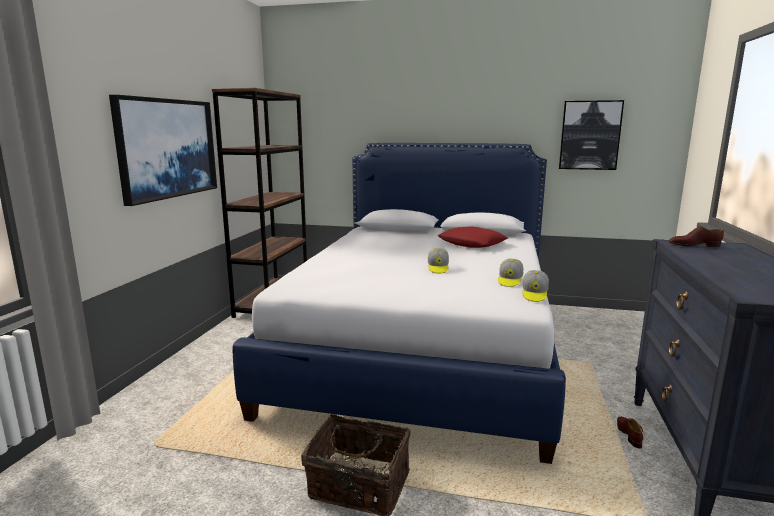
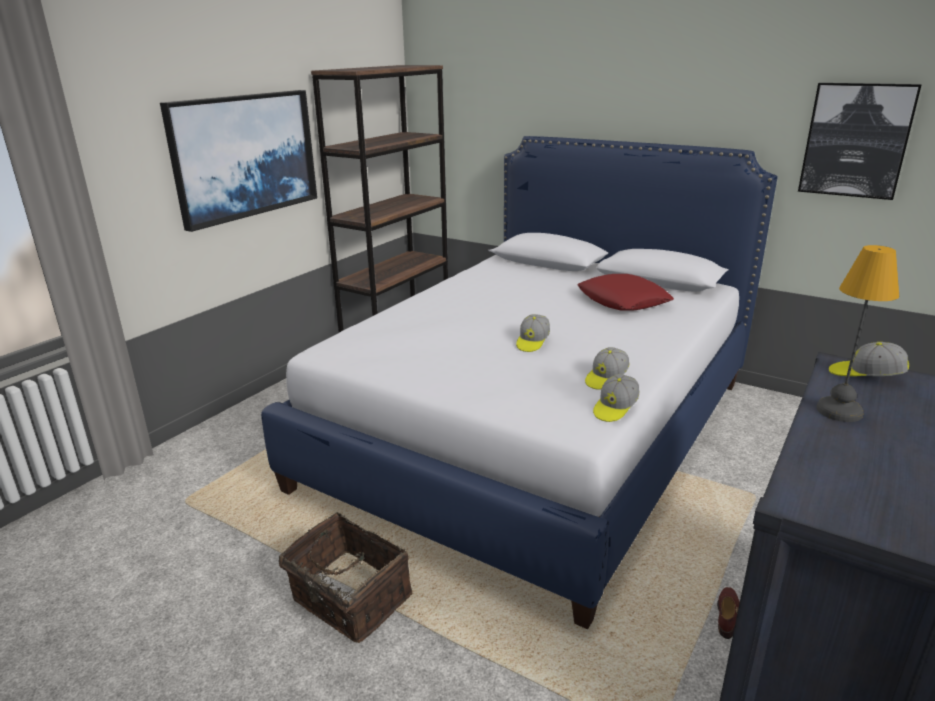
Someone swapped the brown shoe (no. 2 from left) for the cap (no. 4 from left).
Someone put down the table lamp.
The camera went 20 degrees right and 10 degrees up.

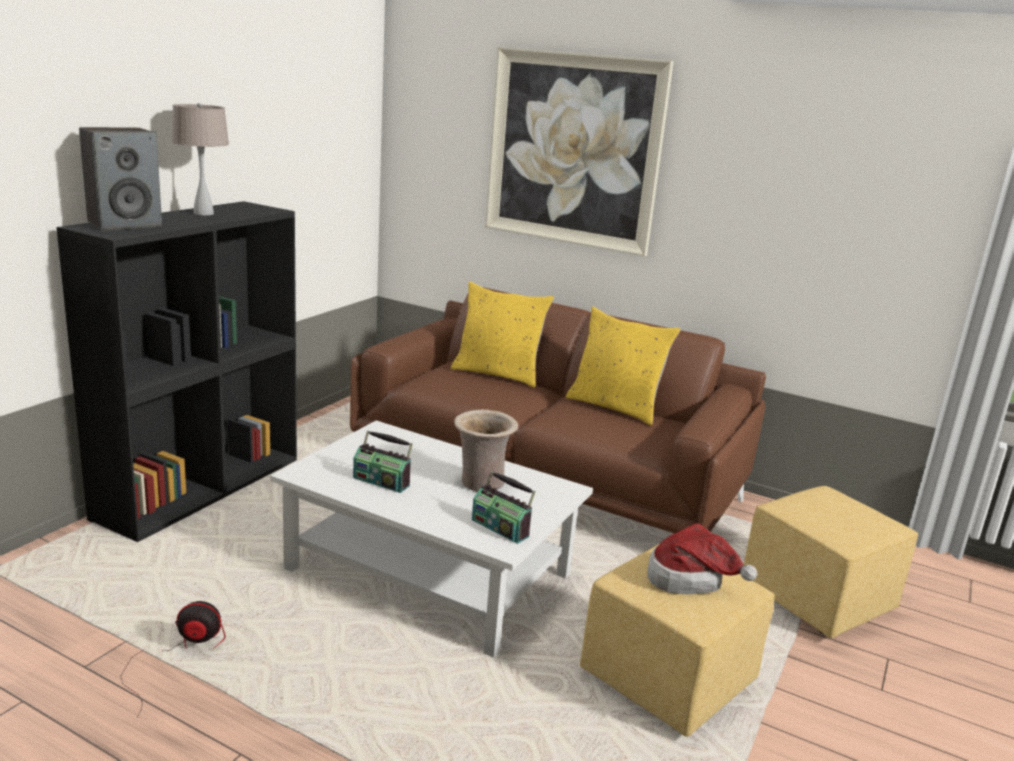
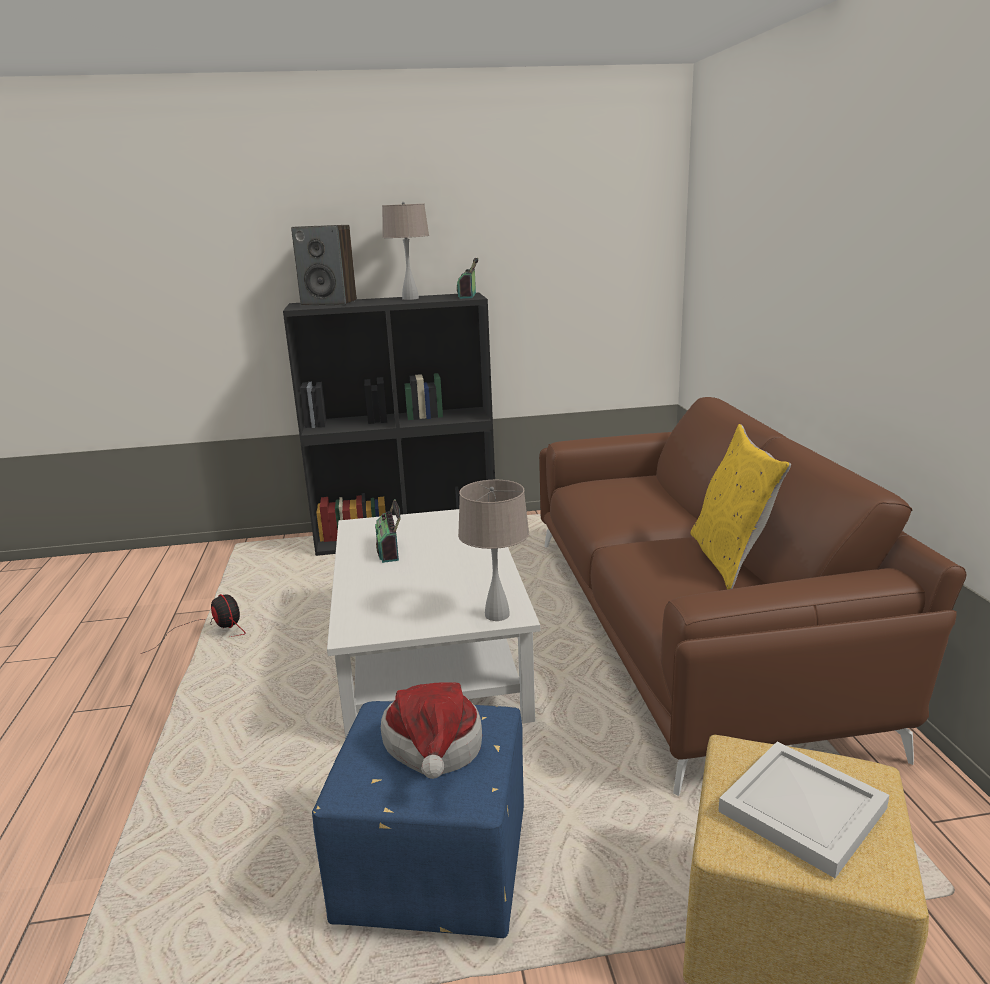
Someone took away the yellow pillow (no. 1 from left).
Someone took away the beige vase.
Someone carried the radio (no. 2 from left).
Someone took away the picture.
Someone repainted the yellow ottoman (no. 1 from left), which became the blue ottoman.
Someone put down the beige table lamp (no. 2 from left).
Someone put down the white tray.
The camera went 55 degrees right and 0 degrees up.

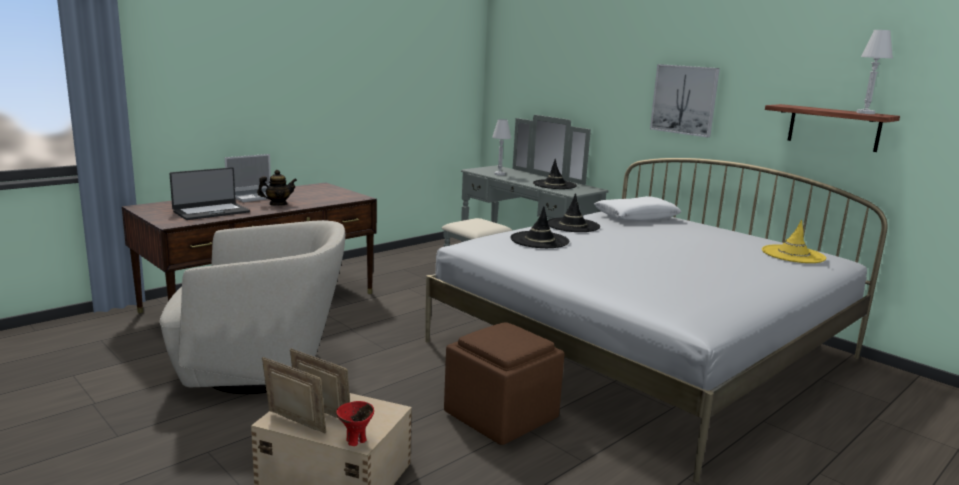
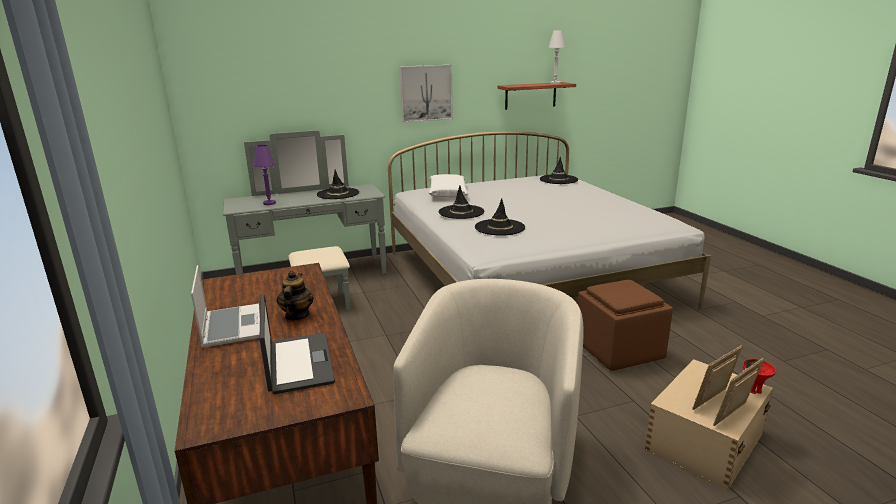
Someone repainted the white table lamp (no. 1 from left), which became the purple table lamp.
Someone repainted the yellow hat, which became the black hat (no. 4 from left).
The camera went 65 degrees left and 5 degrees up.

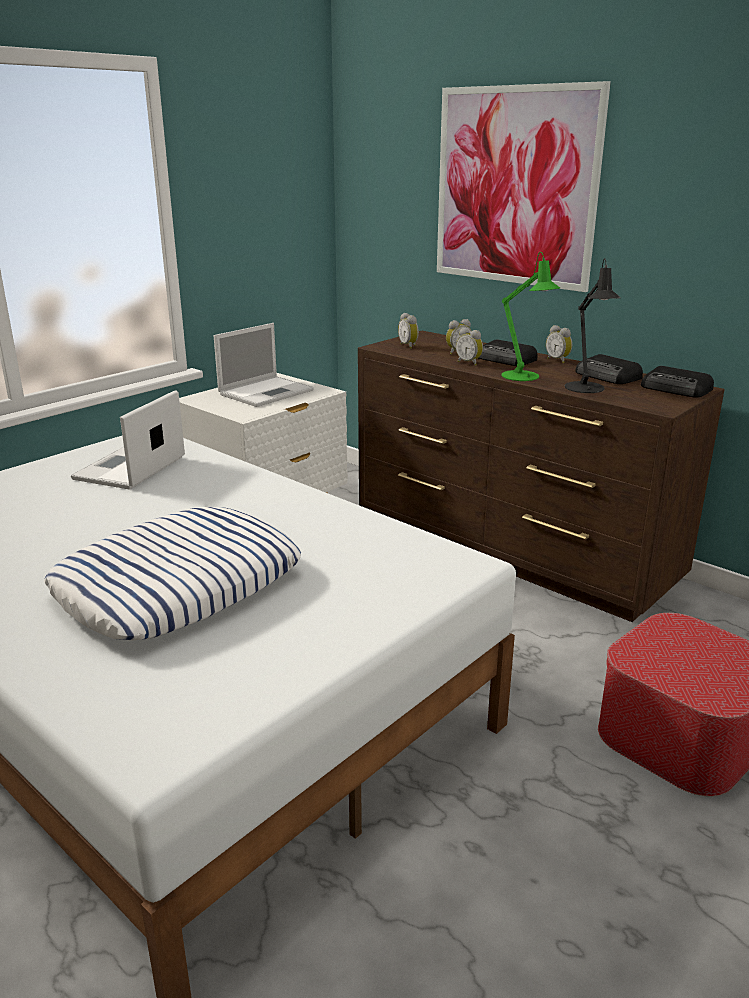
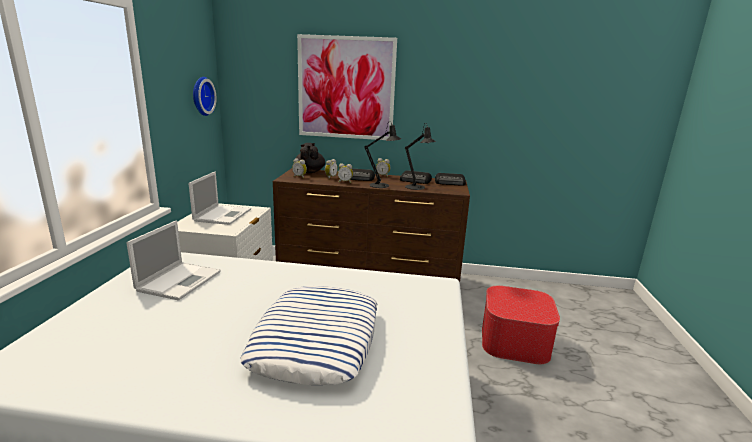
Someone rotated the laptop (no. 1 from left) by 150 degrees counterclockwise.
Someone repainted the green table lamp, which became the black table lamp (no. 1 from left).
Someone put up the wall clock.
Someone put down the black teapot.
The camera went 35 degrees left and 5 degrees down.

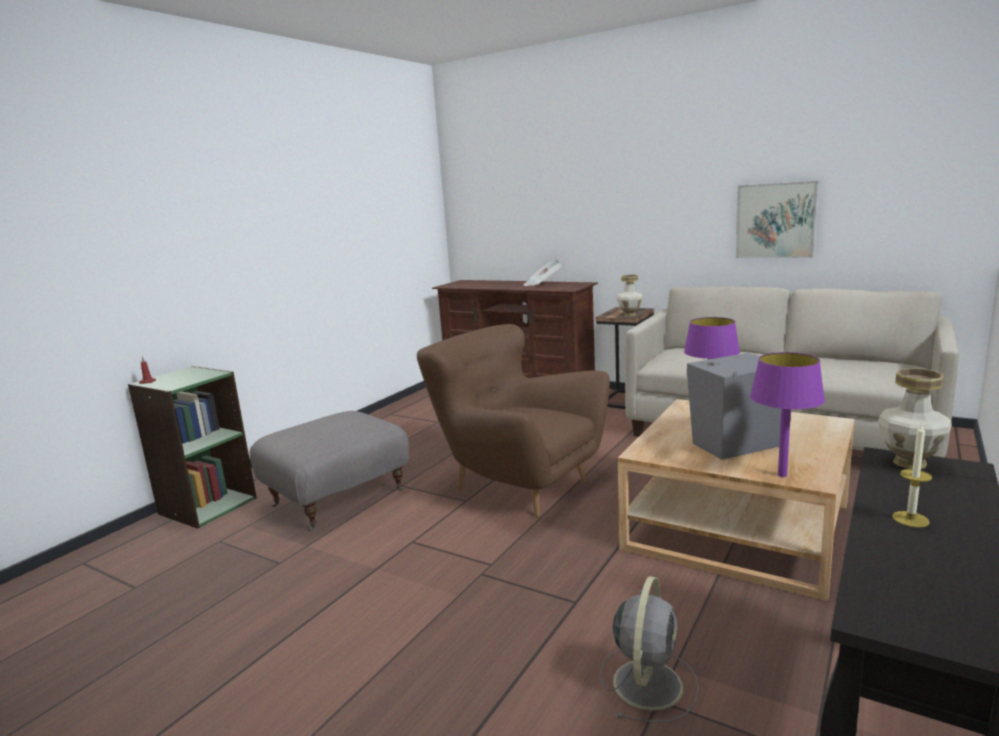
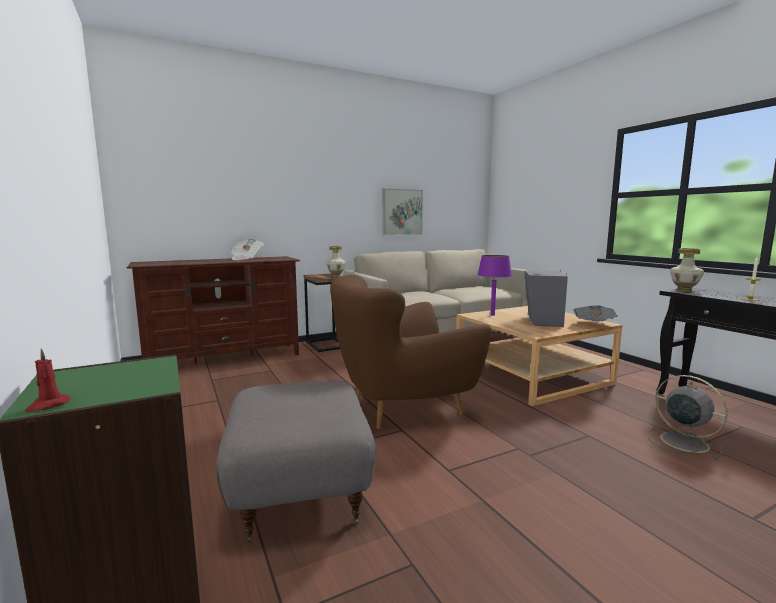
Someone swapped the purple table lamp (no. 2 from left) for the newspaper (no. 2 from left).
The camera went 60 degrees left and 5 degrees down.

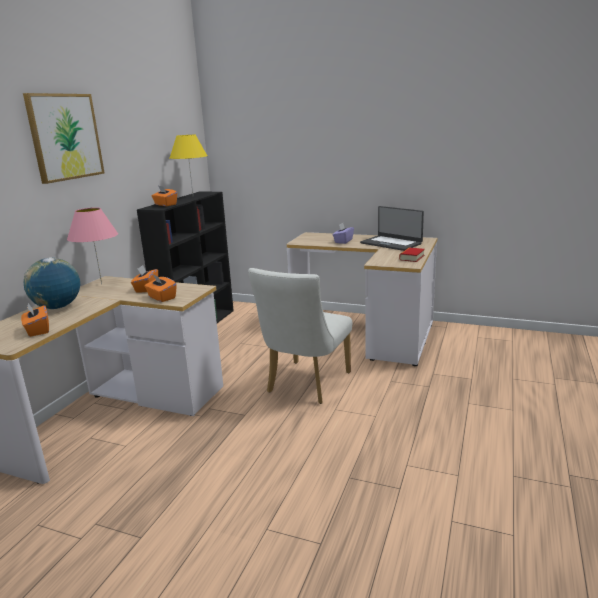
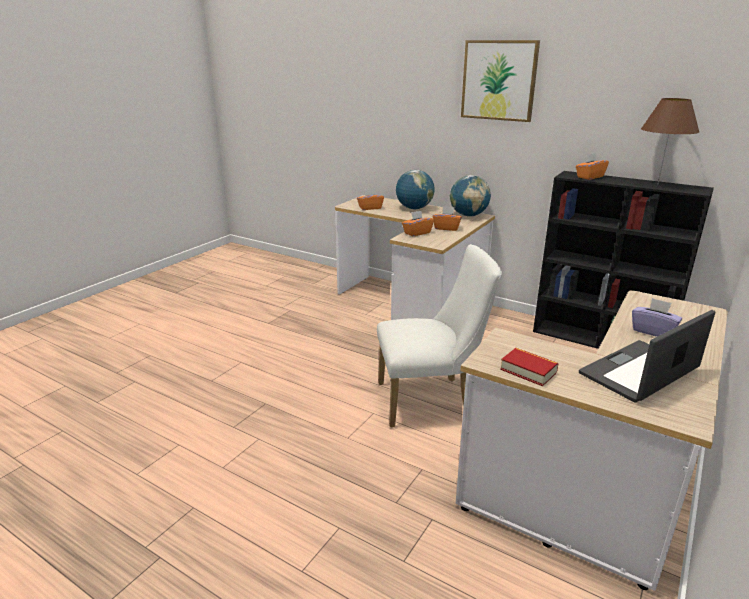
Someone swapped the pink table lamp for the globe (no. 2 from left).
Someone repainted the yellow table lamp, which became the brown table lamp.
Someone rotated the white chair by 135 degrees clockwise.
The camera went 100 degrees right and 5 degrees up.

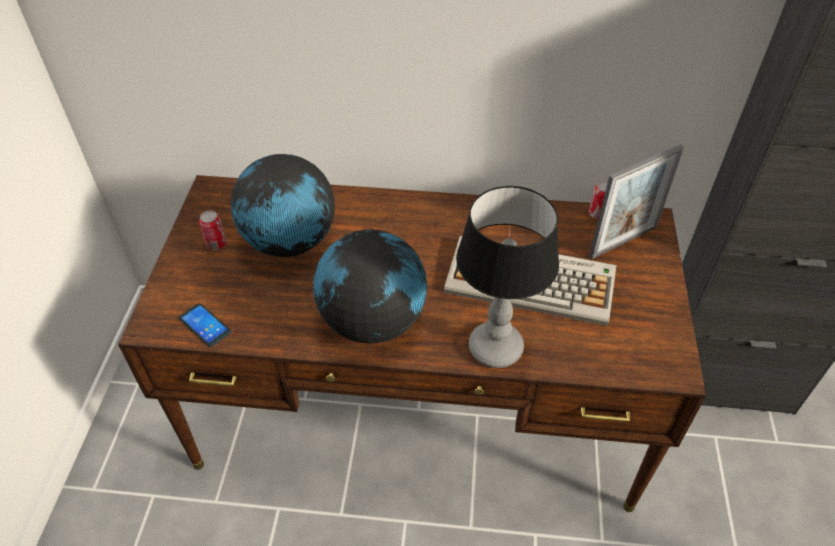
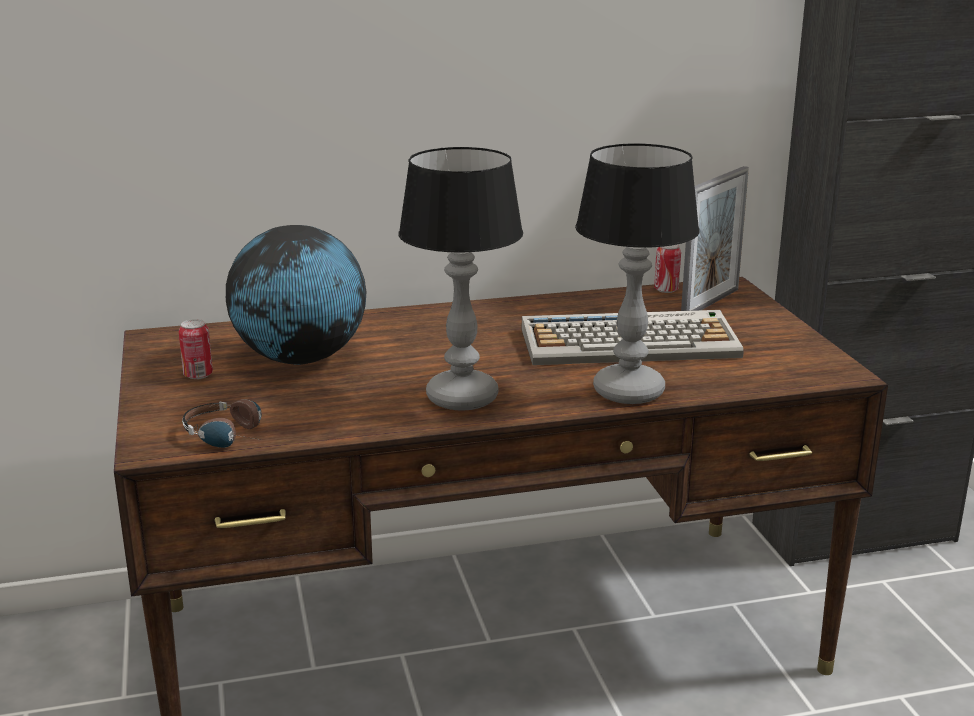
Someone swapped the phone for the headphones.
Someone swapped the globe (no. 2 from left) for the table lamp (no. 1 from left).
The camera went 20 degrees left and 25 degrees down.

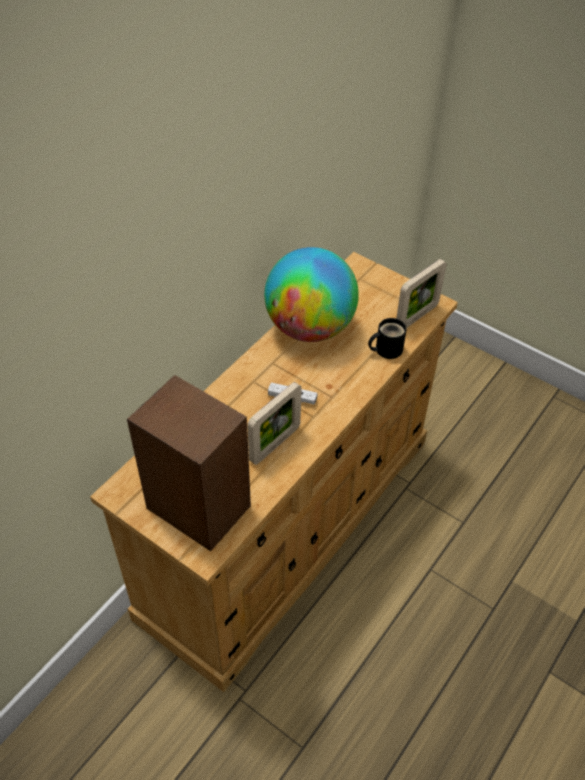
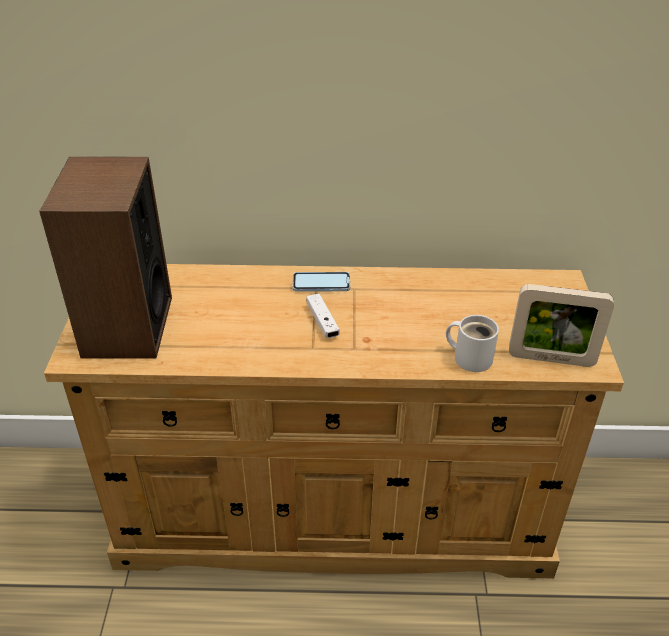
Someone took away the picture frame (no. 1 from left).
Someone took away the globe.
Someone repainted the black mug, which became the white mug.
Someone put down the phone.
The camera went 55 degrees right and 10 degrees down.

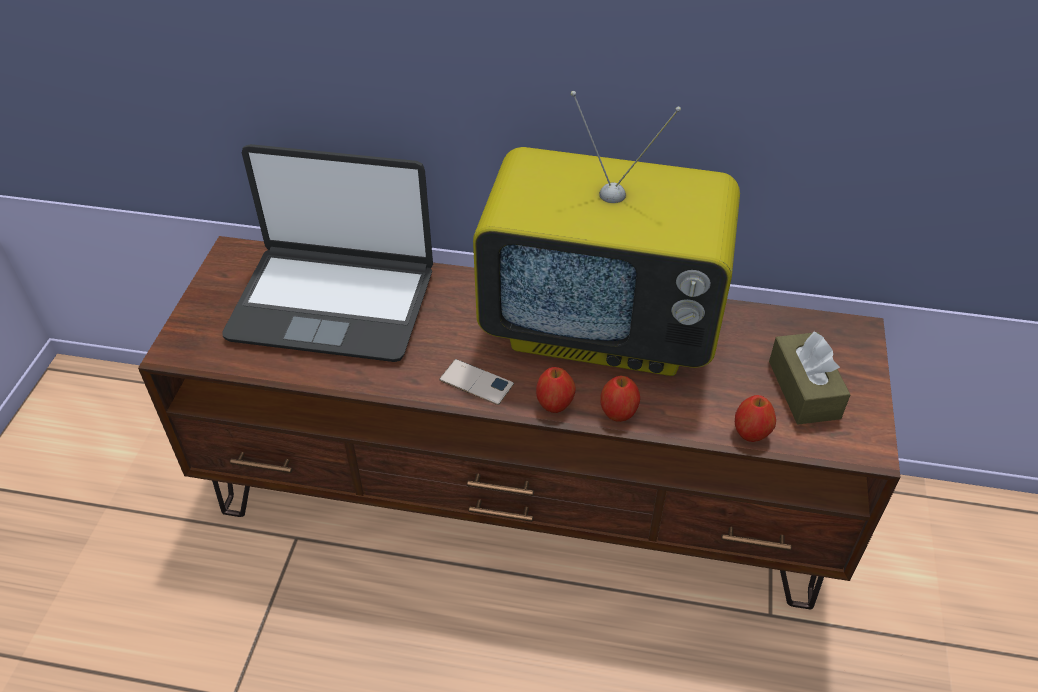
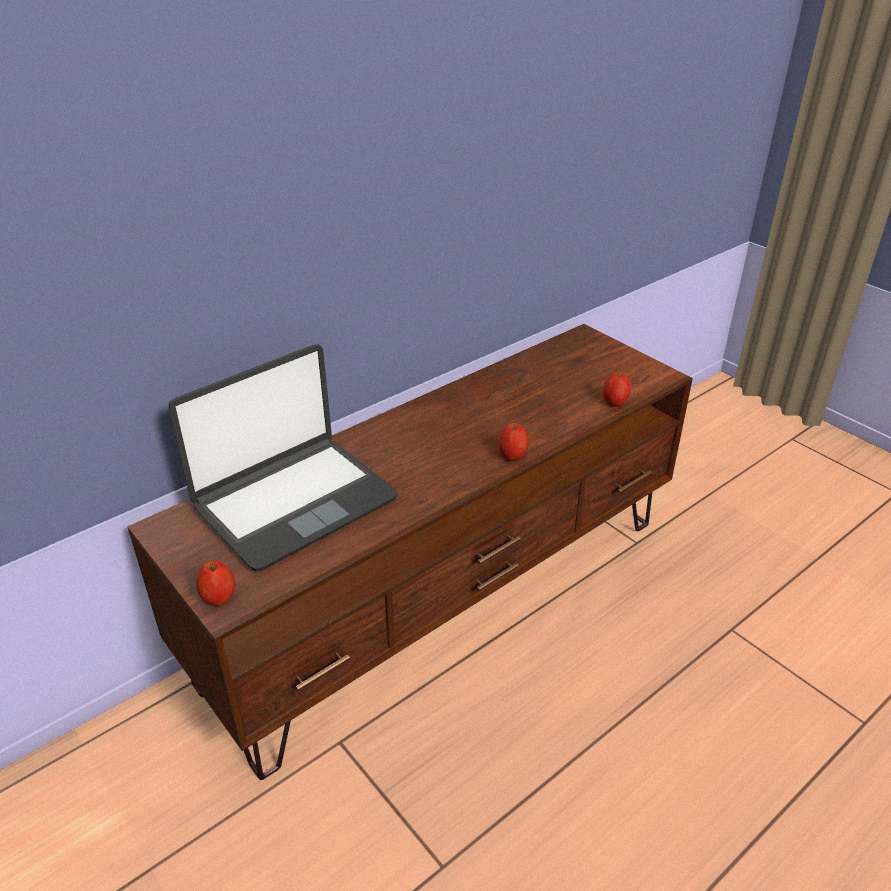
Someone took away the phone.
Someone took away the television.
Someone carried the apple (no. 2 from left in the first image).
Someone took away the brown tissue box.
The camera went 50 degrees left and 10 degrees down.

